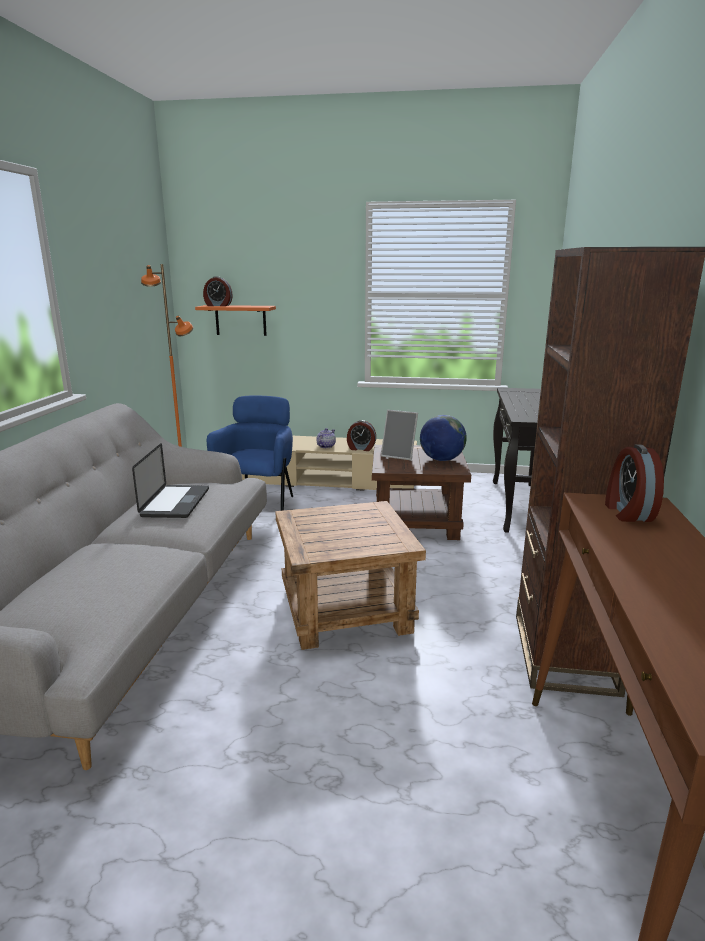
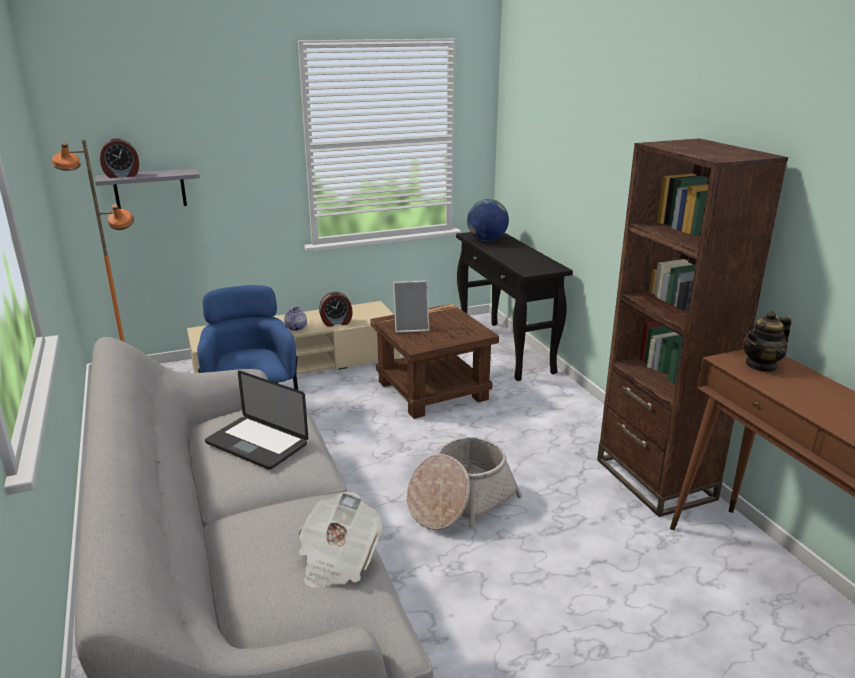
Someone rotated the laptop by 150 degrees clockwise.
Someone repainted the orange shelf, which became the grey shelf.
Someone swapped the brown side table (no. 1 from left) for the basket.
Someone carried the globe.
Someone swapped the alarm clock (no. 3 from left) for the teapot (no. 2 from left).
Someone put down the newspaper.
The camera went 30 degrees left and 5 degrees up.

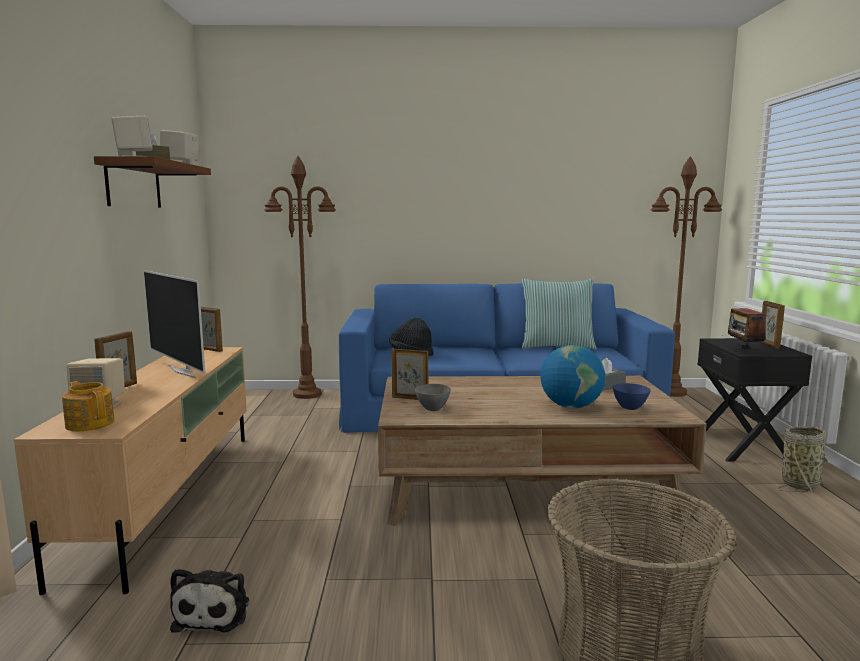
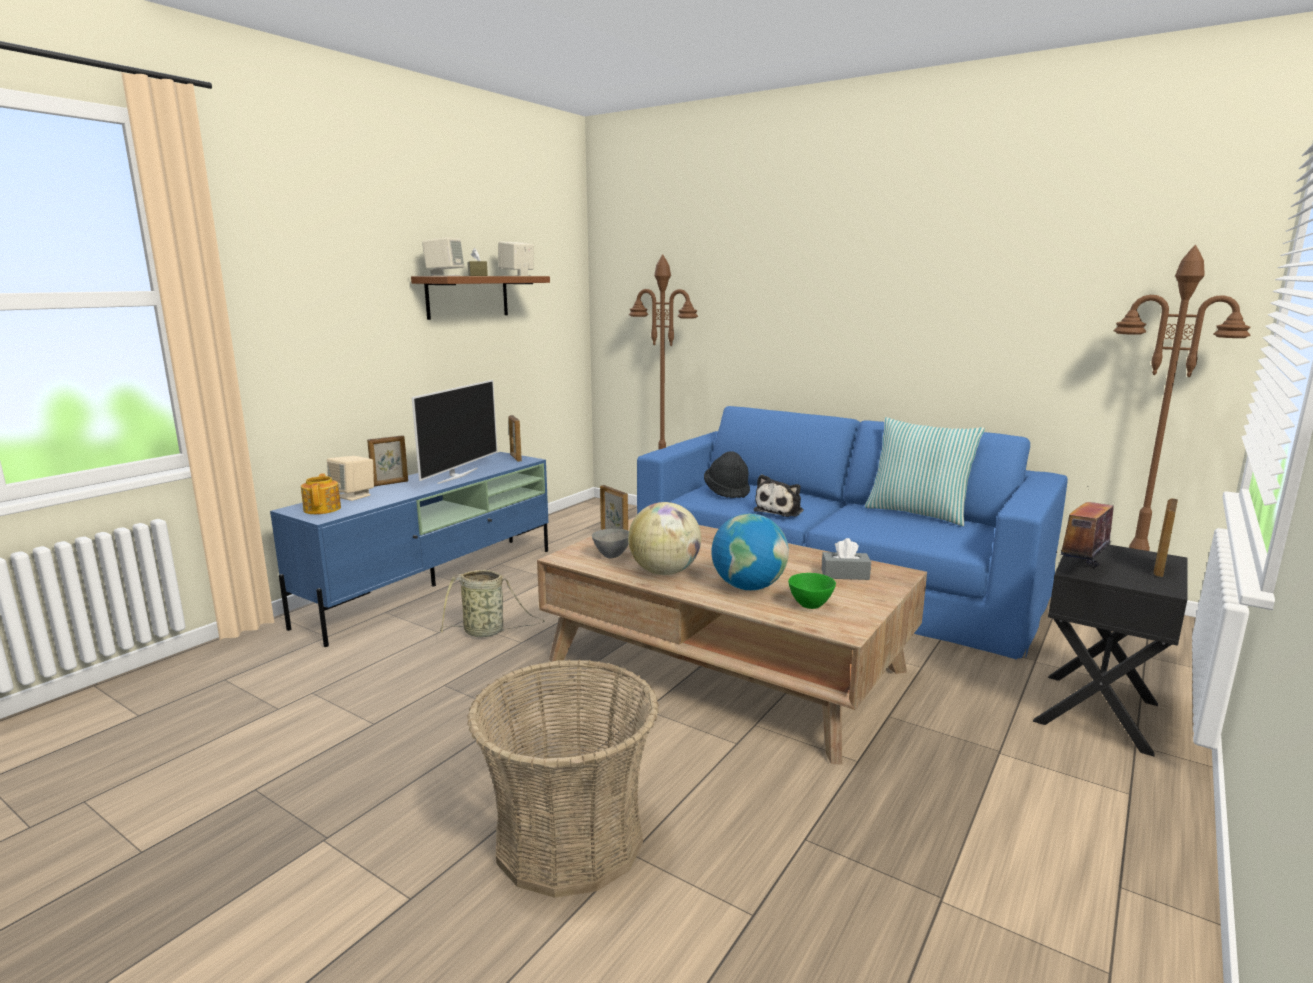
Someone repainted the beige tv stand, which became the blue tv stand.
Someone rotated the television by 150 degrees counterclockwise.
Someone carried the plush toy.
Someone repainted the blue bowl, which became the green bowl.
Someone carried the basket (no. 2 from left in the first image).
Someone put down the globe (no. 1 from left).
The camera went 35 degrees right and 5 degrees up.

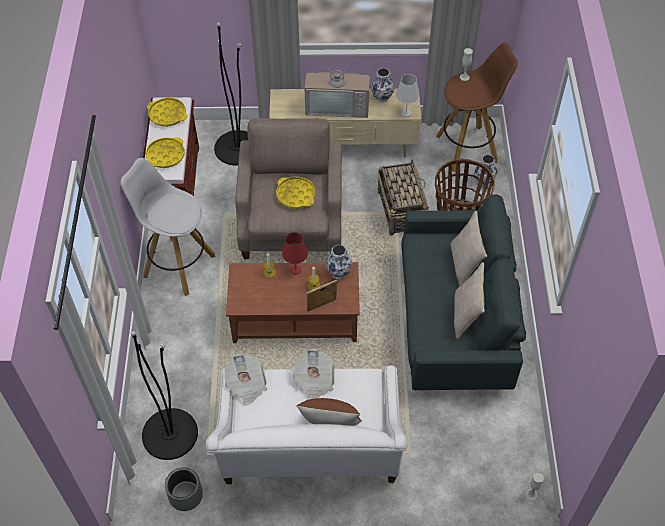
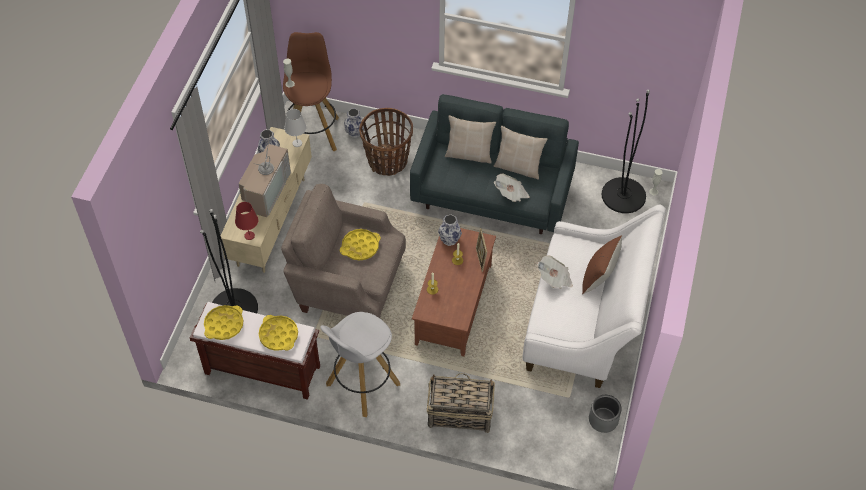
Someone carried the black floor lamp (no. 1 from left in the first image).
Someone carried the newspaper (no. 1 from left).
Someone carried the red table lamp.
Someone carried the basket (no. 1 from left in the first image).
The camera went 75 degrees left and 0 degrees up.

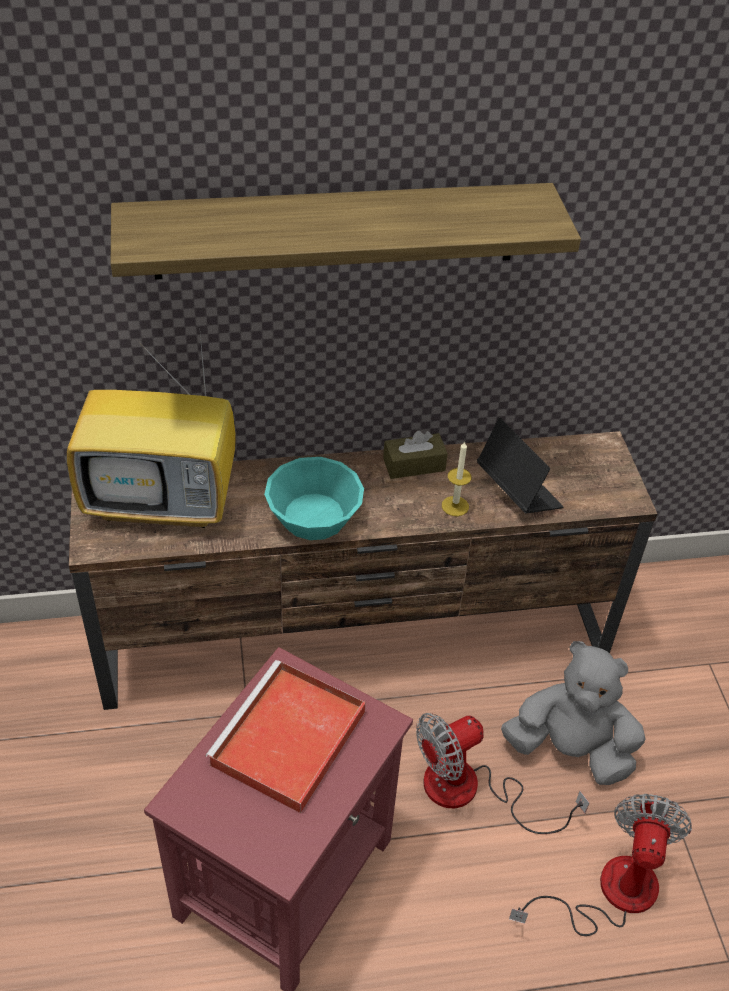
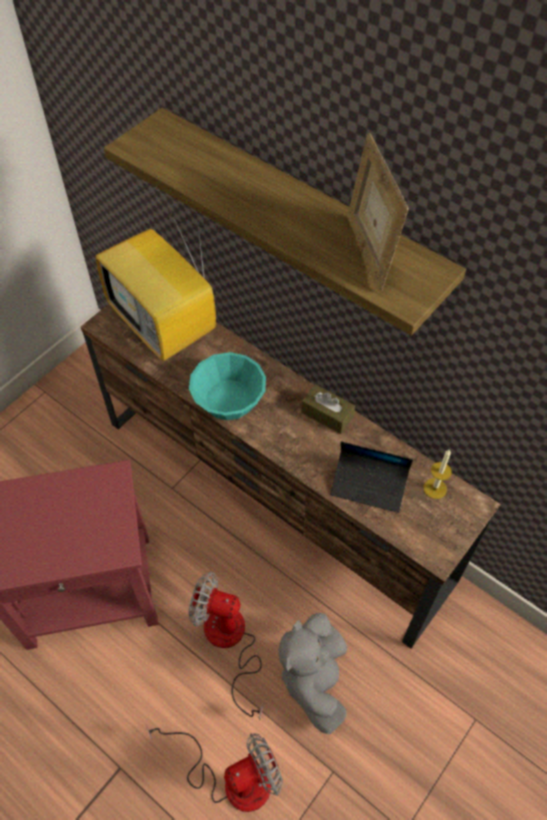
Someone took away the red tray.
Someone carried the candle.
Someone rotated the laptop by 90 degrees clockwise.
Someone rotated the grey plush toy by 150 degrees counterclockwise.
Someone put down the picture frame.
The camera went 50 degrees right and 10 degrees up.

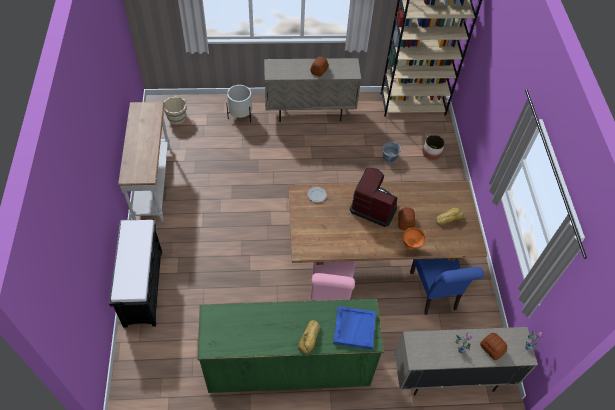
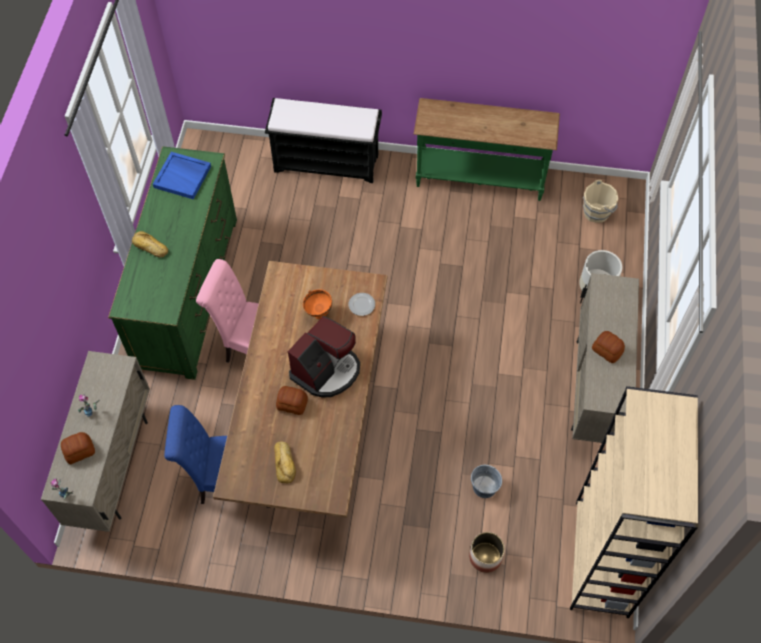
Someone repainted the white console table, which became the green console table.
Someone carried the blue tray.
Someone carried the orange bowl.
The camera went 105 degrees right and 5 degrees up.

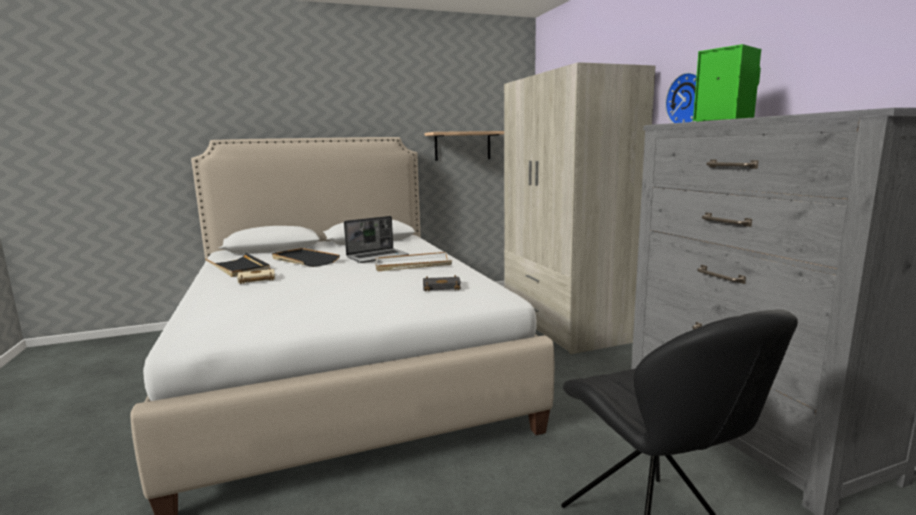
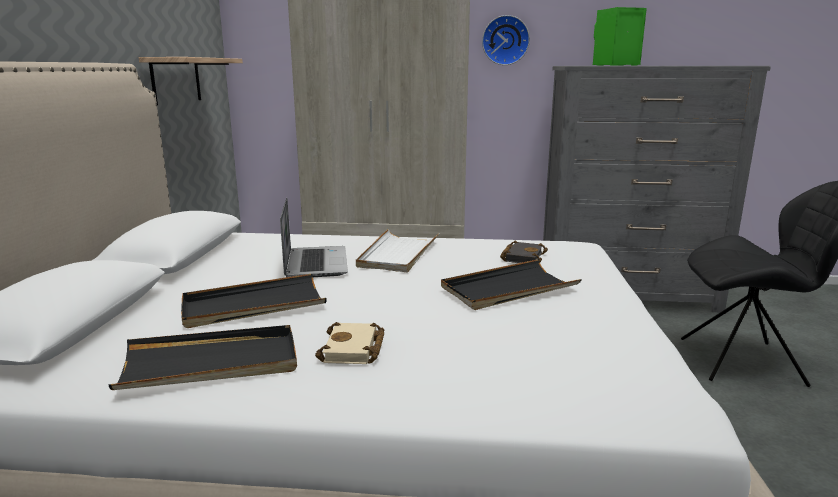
Someone put down the black tray (no. 3 from left).
The camera went 65 degrees left and 5 degrees up.

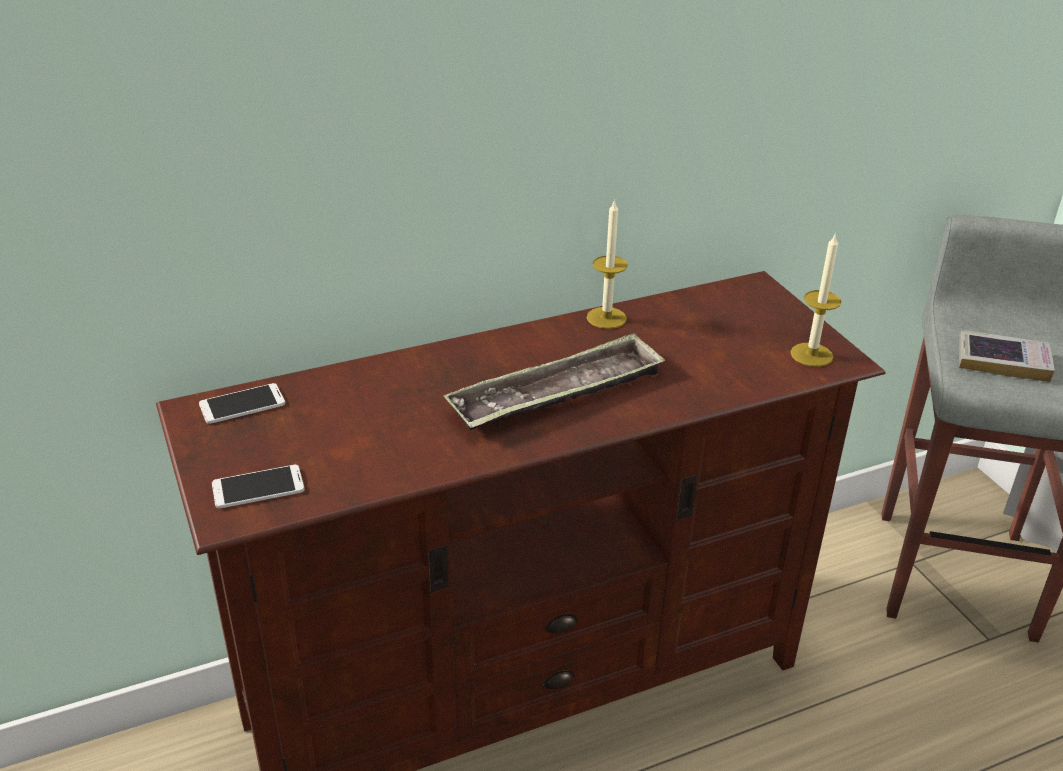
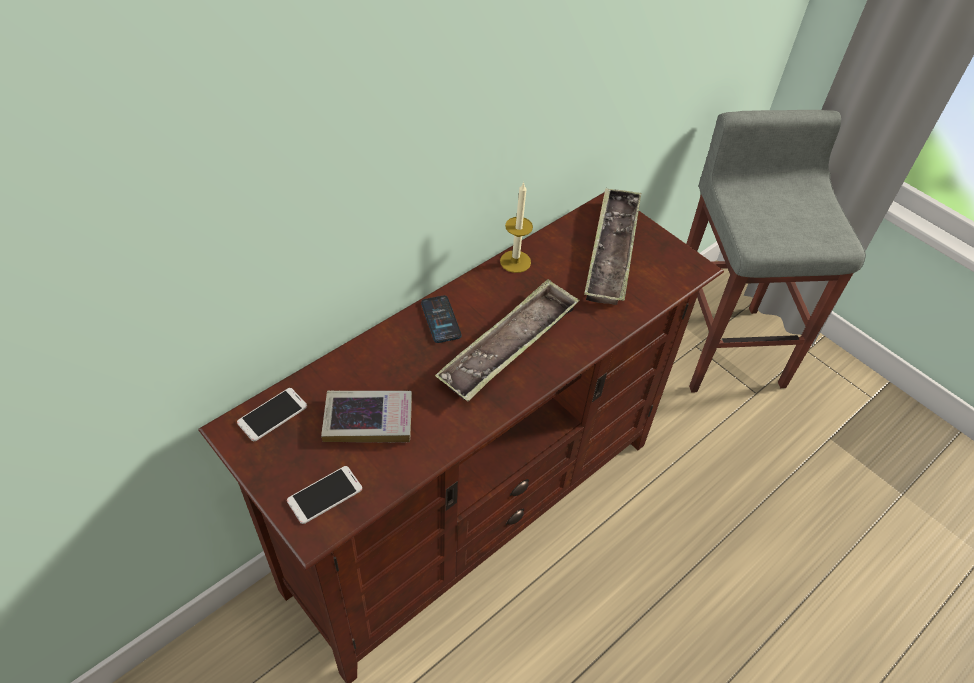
Someone took away the candle (no. 2 from left).
Someone carried the book.
Someone put down the phone (no. 3 from left).
Someone put down the tray (no. 2 from left).
The camera went 20 degrees left and 15 degrees up.

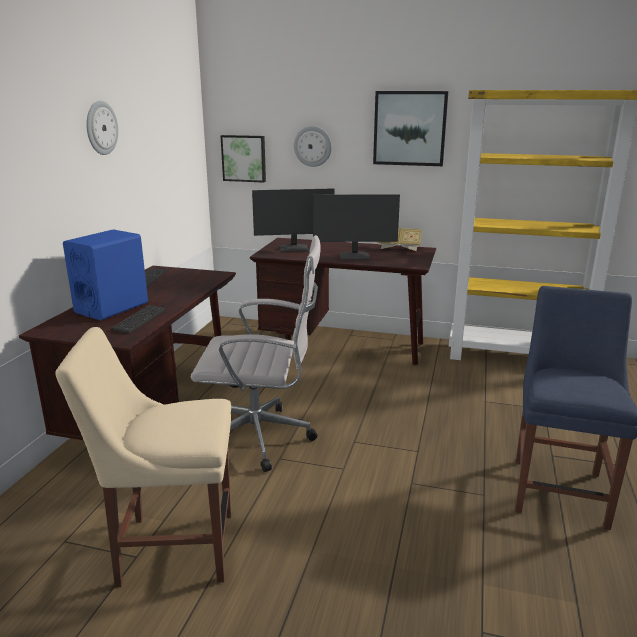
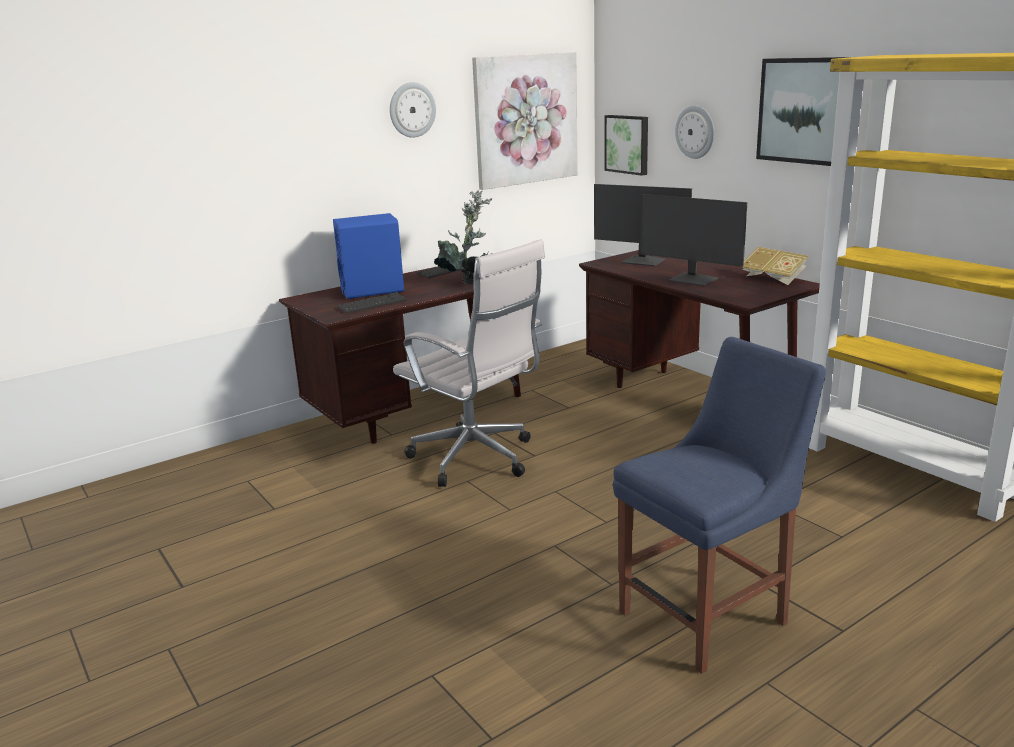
Someone took away the beige chair.
Someone put down the potted plant.
Someone put up the picture (no. 1 from left).
The camera went 40 degrees right and 0 degrees up.

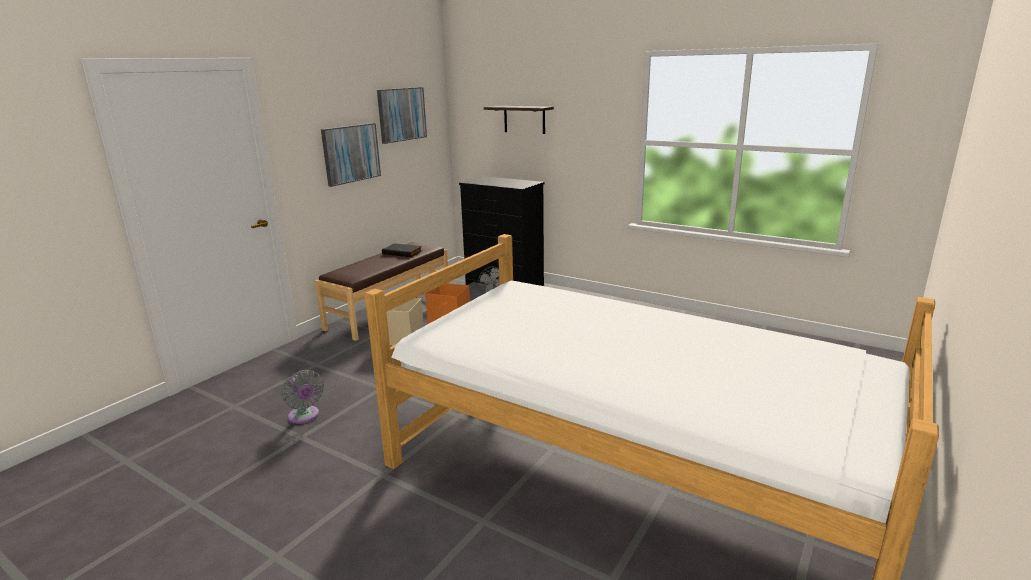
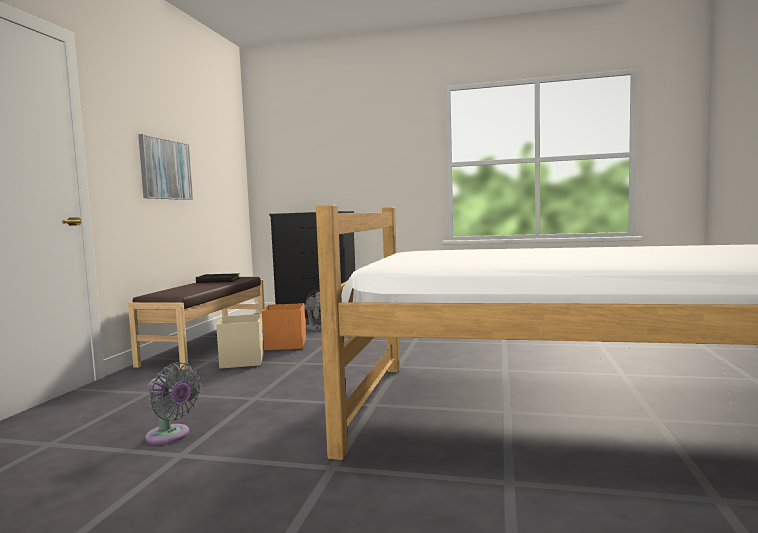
Someone took away the picture (no. 2 from left).
Someone took away the shelf.
The camera went 20 degrees left and 15 degrees down.

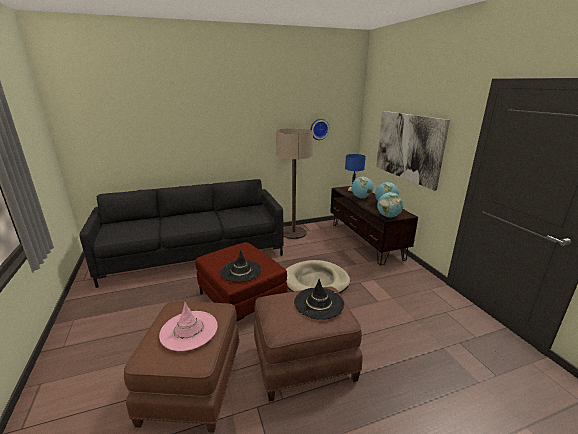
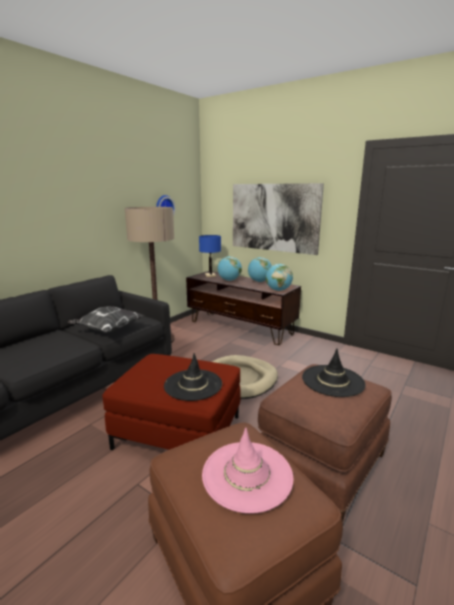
Someone put down the pillow.
The camera went 35 degrees left and 5 degrees down.

